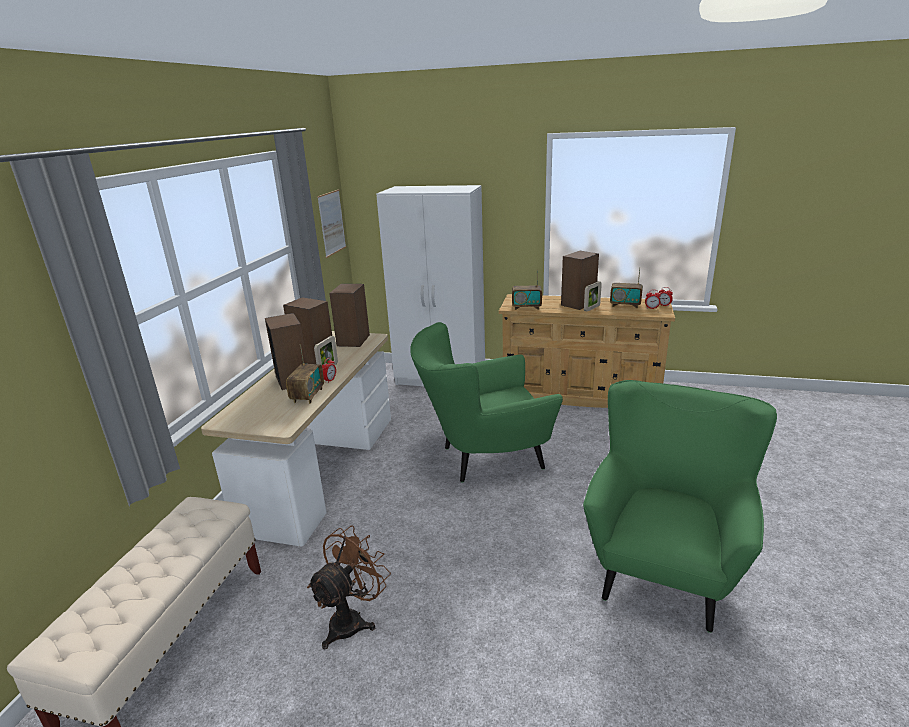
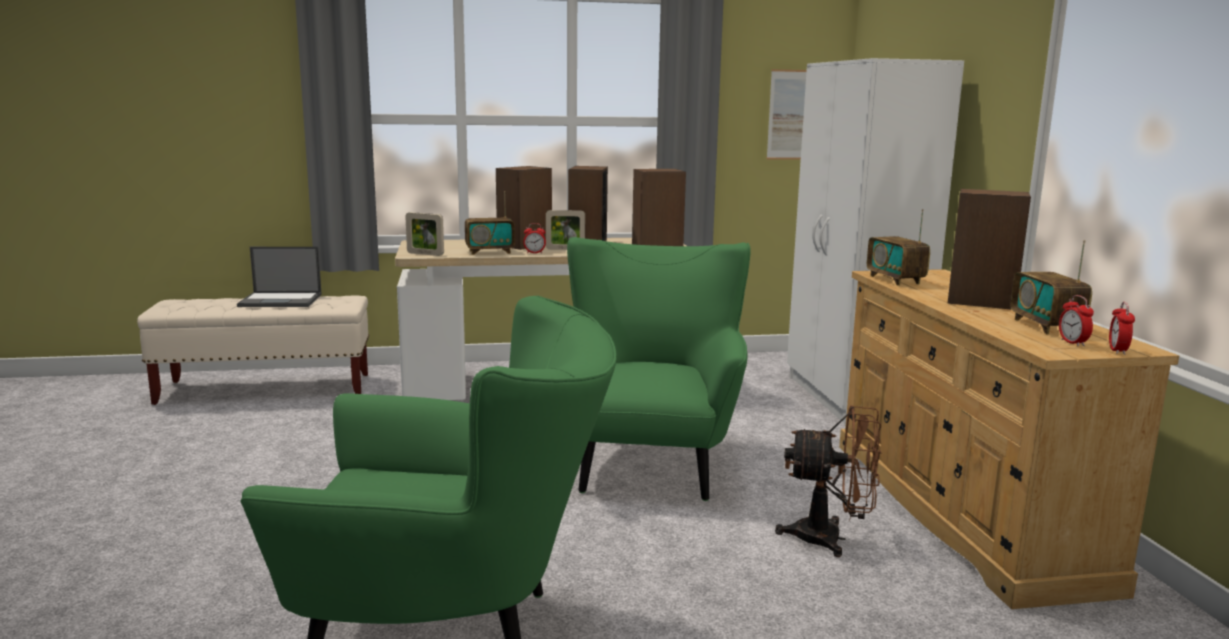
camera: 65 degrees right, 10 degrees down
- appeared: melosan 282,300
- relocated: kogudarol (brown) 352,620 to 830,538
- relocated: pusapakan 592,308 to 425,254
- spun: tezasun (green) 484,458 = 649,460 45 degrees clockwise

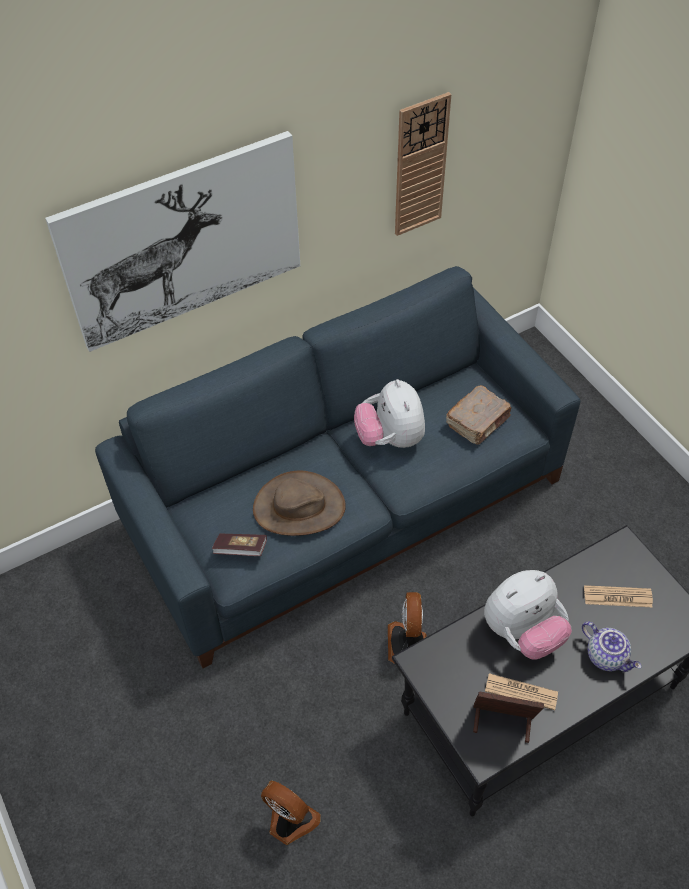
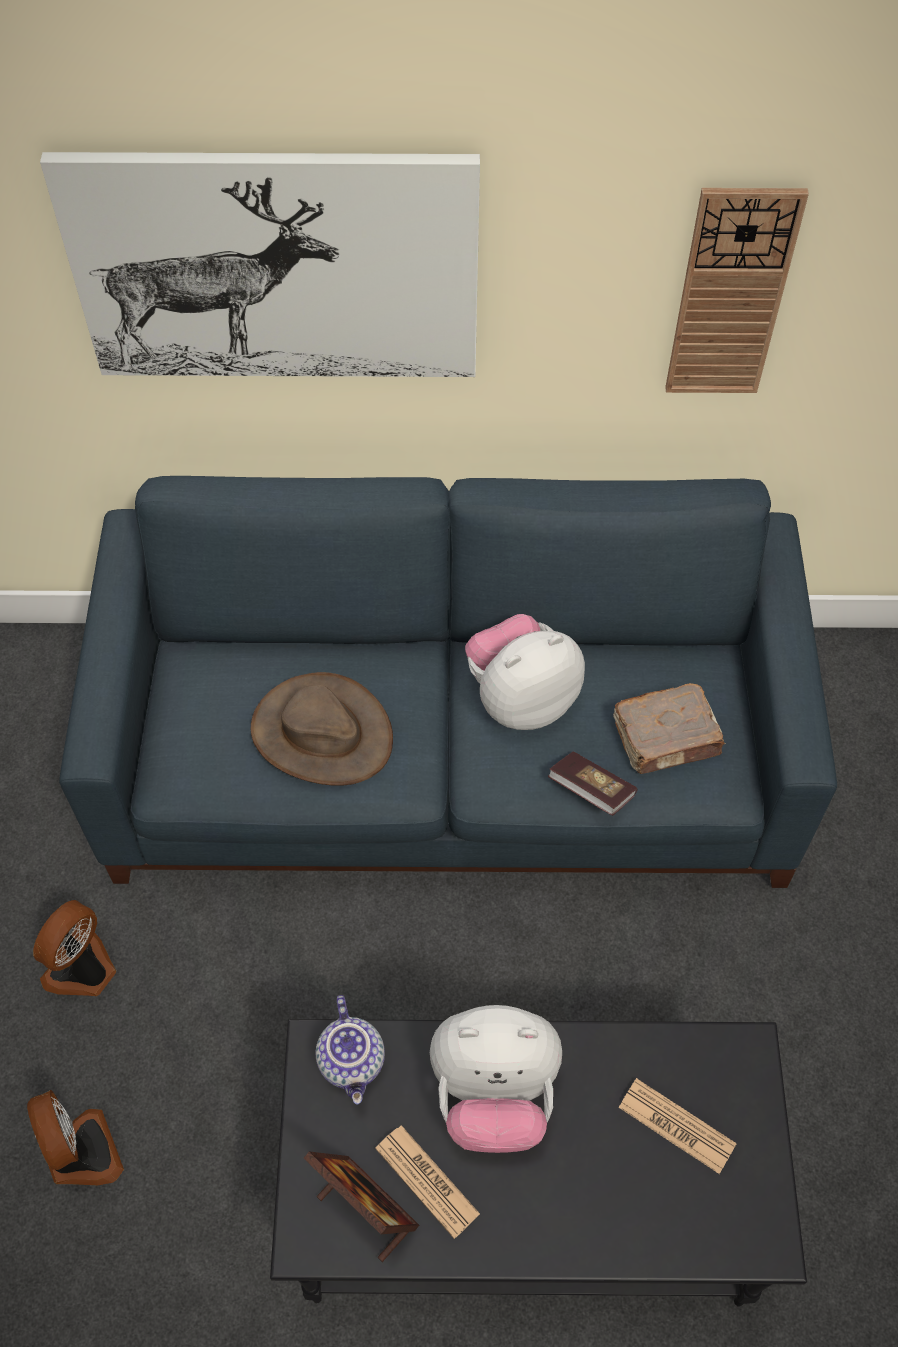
camera: 30 degrees right, 5 degrees up
- relocated: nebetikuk 241,550 to 591,790
- relocated: kogudarol 407,642 to 83,969
- relocated: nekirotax 607,656 to 353,1061
- spun: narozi 390,438 = 521,697 45 degrees clockwise

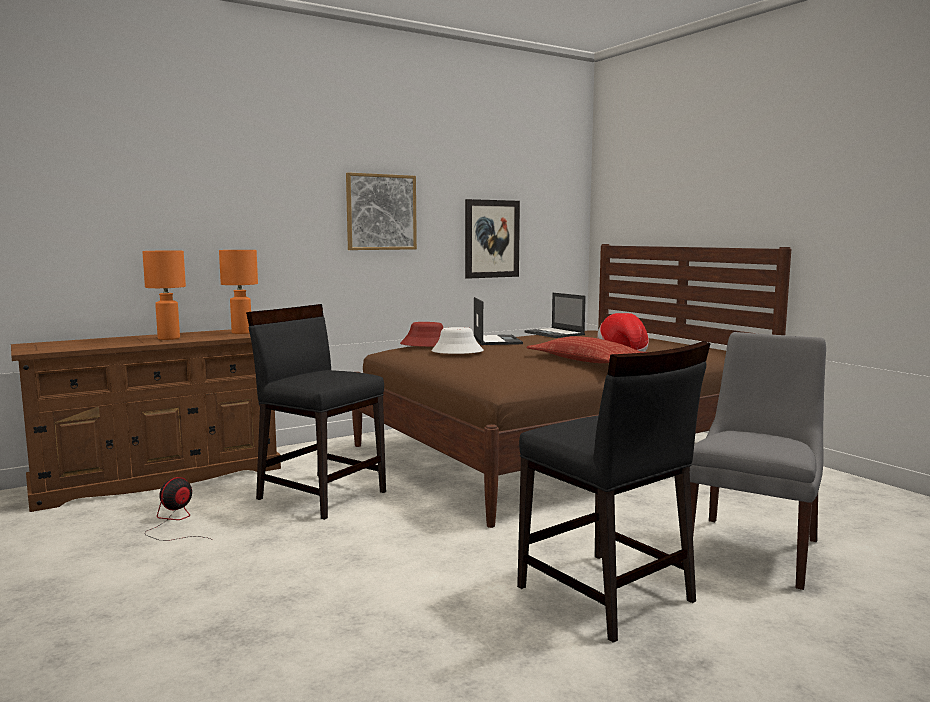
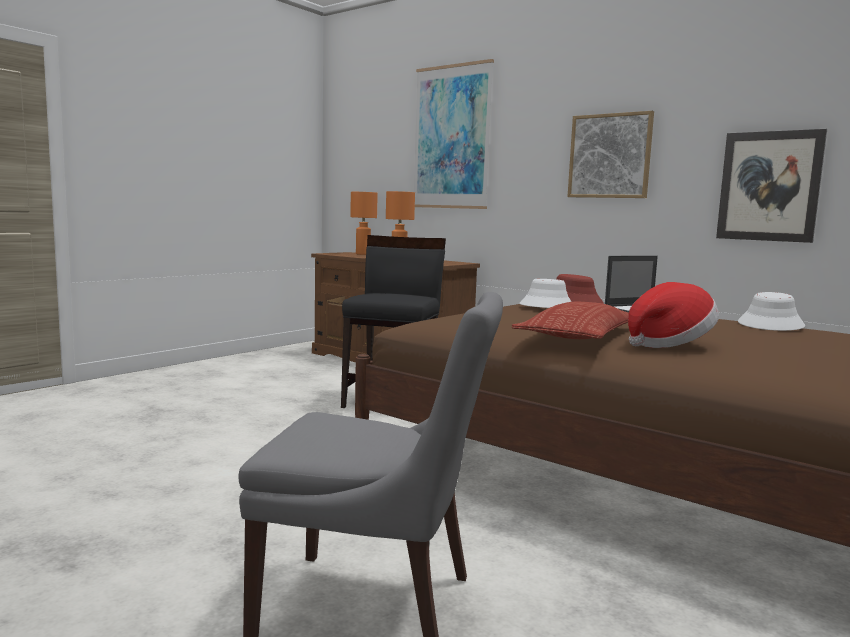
camera: 70 degrees right, 0 degrees up
- missing: kogudarol 175,522
- missing: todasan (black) 605,595
- appeared: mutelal 451,137
- relocated: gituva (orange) 242,333 to 363,254
- exchanged: melosan 555,333 to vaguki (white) 771,325

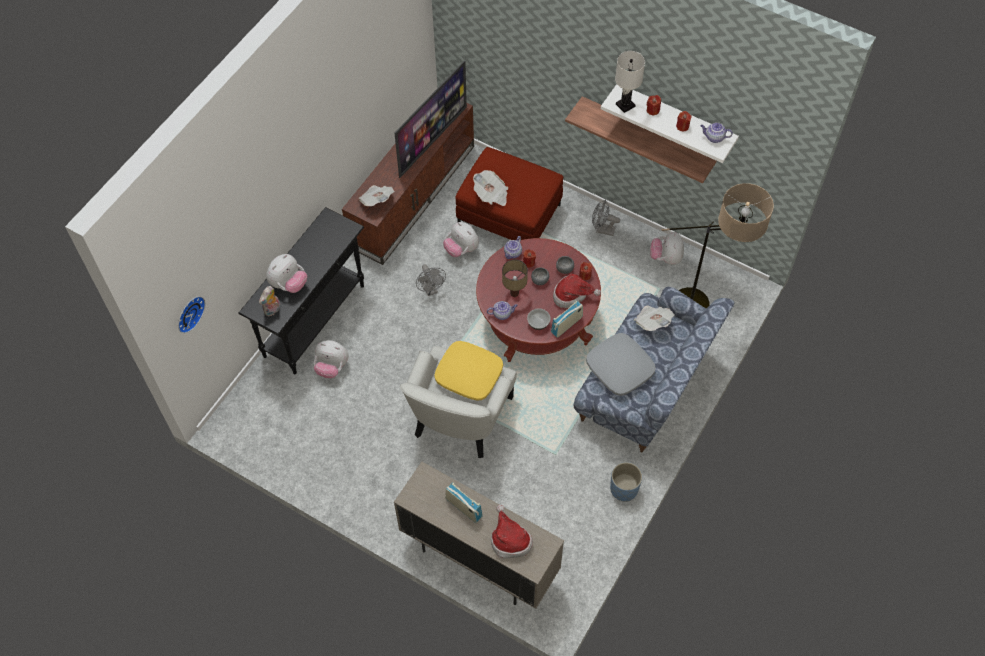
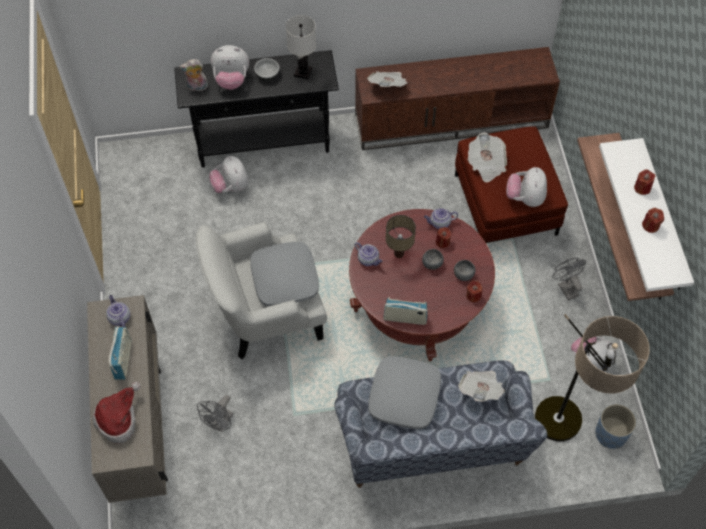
camera: 50 degrees right, 0 degrees up
- missing: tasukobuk 189,313
- missing: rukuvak 432,141
- missing: vaguki 572,295
- relocated: kogudarol (grey) 431,290 to 220,423
- relocated: narozi 461,249 to 525,198
- relocated: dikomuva 538,323 to 267,74
- relocated: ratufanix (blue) 624,489 to 610,434
- relocated: gituva (white) 625,105 to 303,72
- relocated: nekirotax 714,137 to 119,317
- colour: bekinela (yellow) 468,375 to bekinela (grey) 284,278

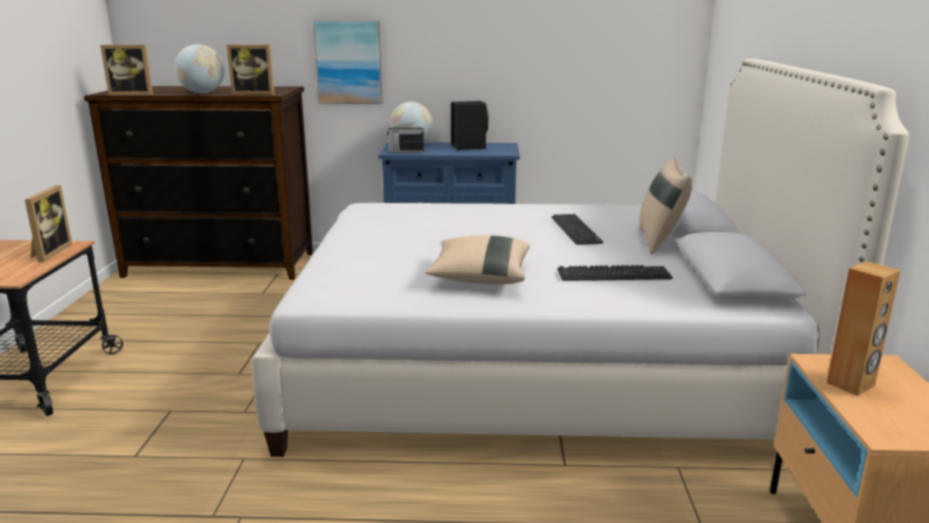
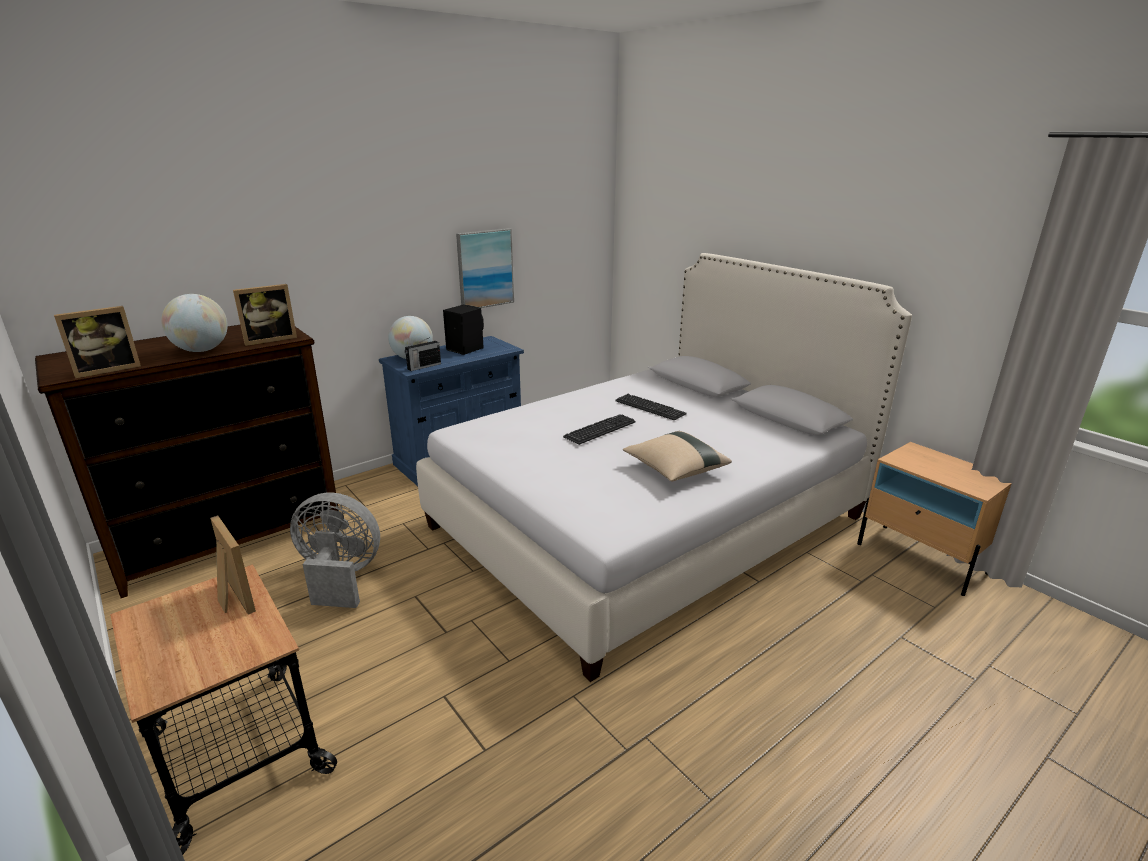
camera: 40 degrees left, 5 degrees up
- missing: bekinela (beige) 660,241
- missing: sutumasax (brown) 851,384
- appeared: kogudarol (grey) 340,577
- relocated: mutelal 348,62 to 485,269
- relocated: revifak 613,275 to 600,430

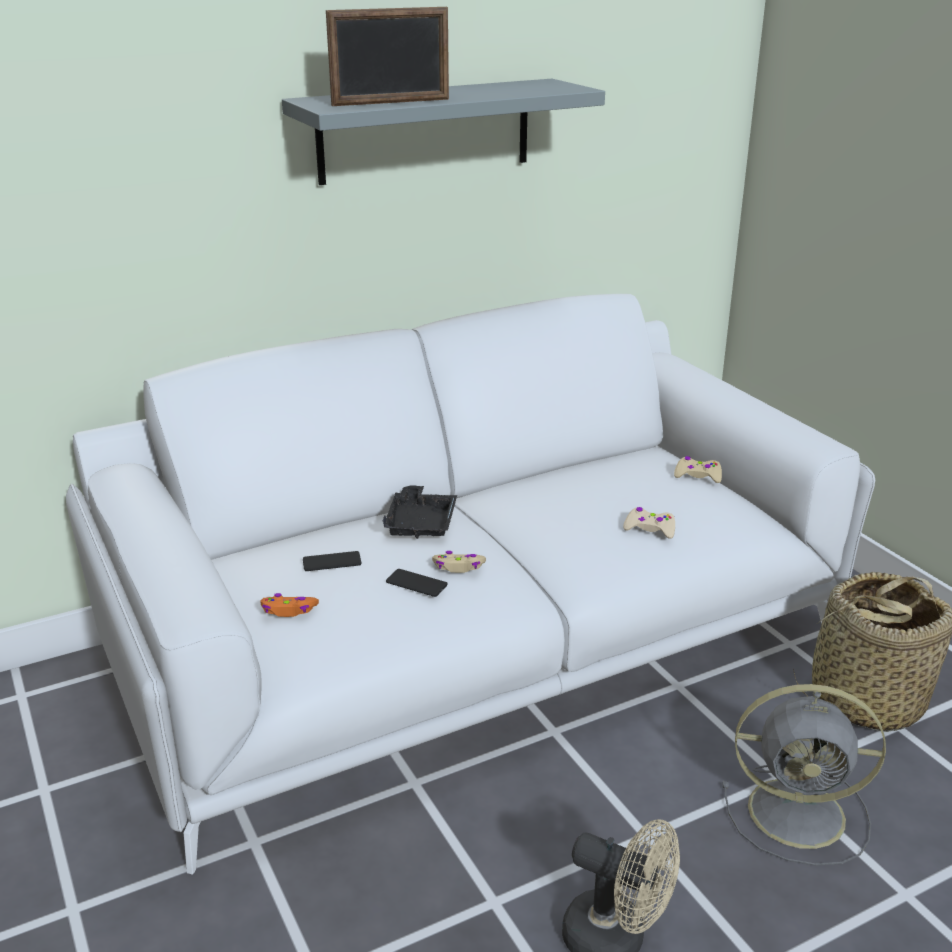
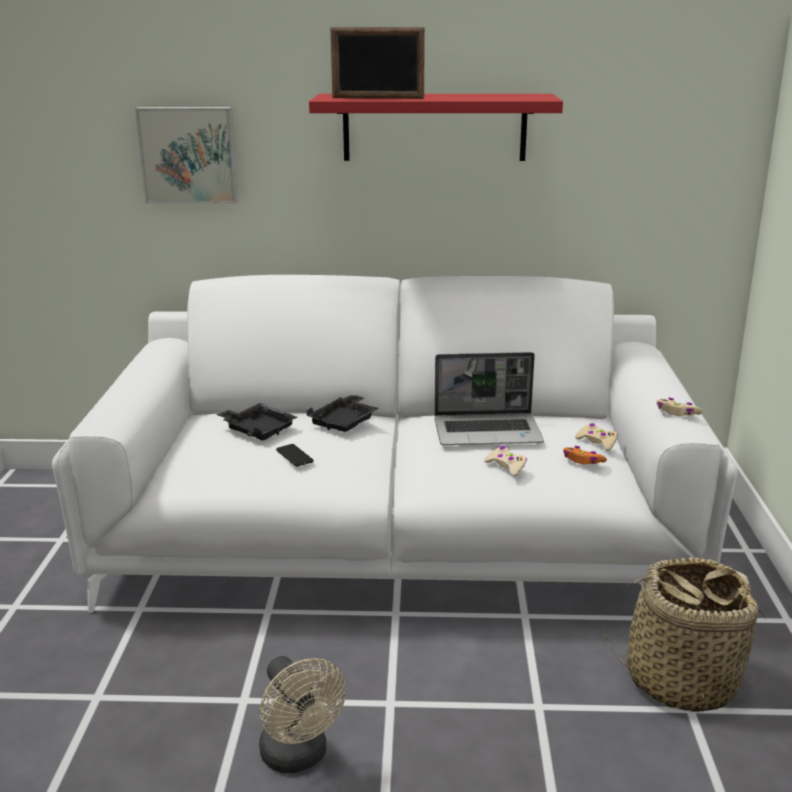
camera: 30 degrees right, 5 degrees down
- missing: kogudarol (grey) 801,813
- appeared: mutelal 189,154
- appeared: melosan 488,431
- relocated: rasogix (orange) 289,610 to 583,461
- relocated: rasogix (beige) 459,567 to 677,413
- exchanged: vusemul 332,562 to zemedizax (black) 258,430
- colour: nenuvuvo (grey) 425,131 to nenuvuvo (red) 434,127

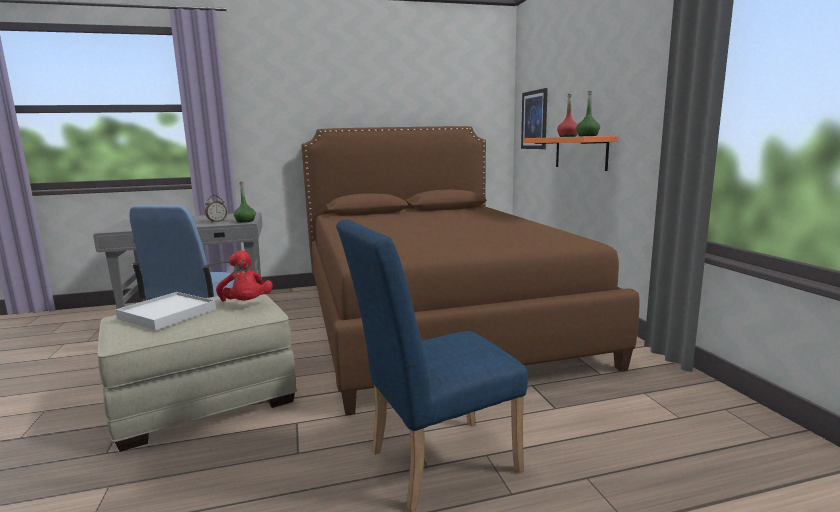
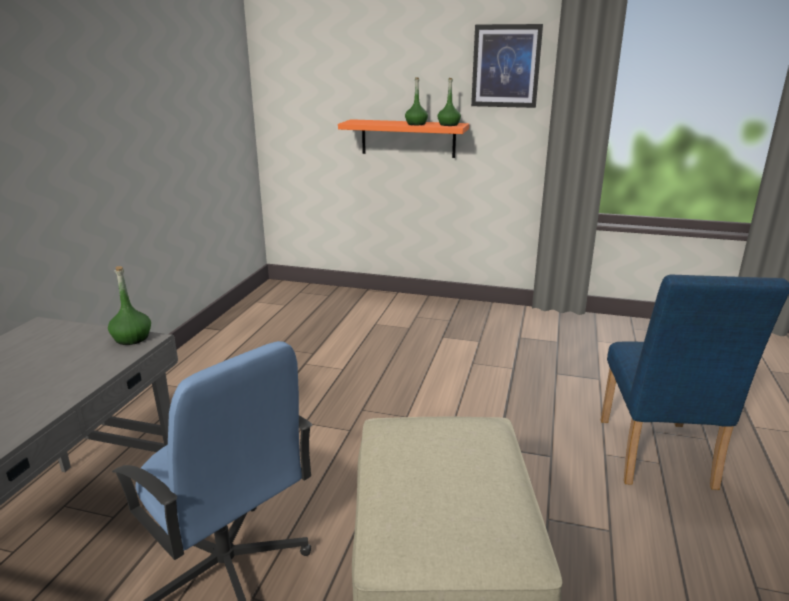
camera: 60 degrees left, 10 degrees up
- missing: zemedizax (white) 167,314
- missing: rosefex 217,221
- missing: narozi (red) 246,304
- missing: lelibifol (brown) 435,319
- relocated: mutelal 534,120 to 506,66
- colour: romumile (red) 568,136 to romumile (green) 416,124

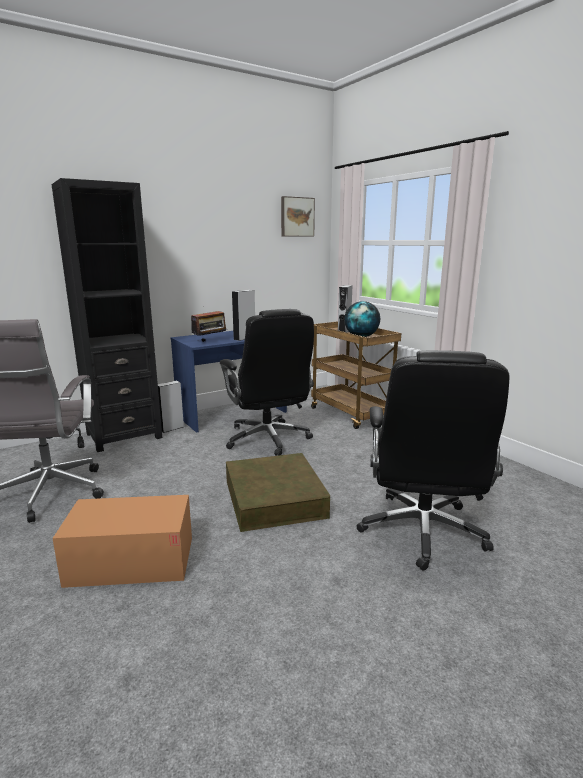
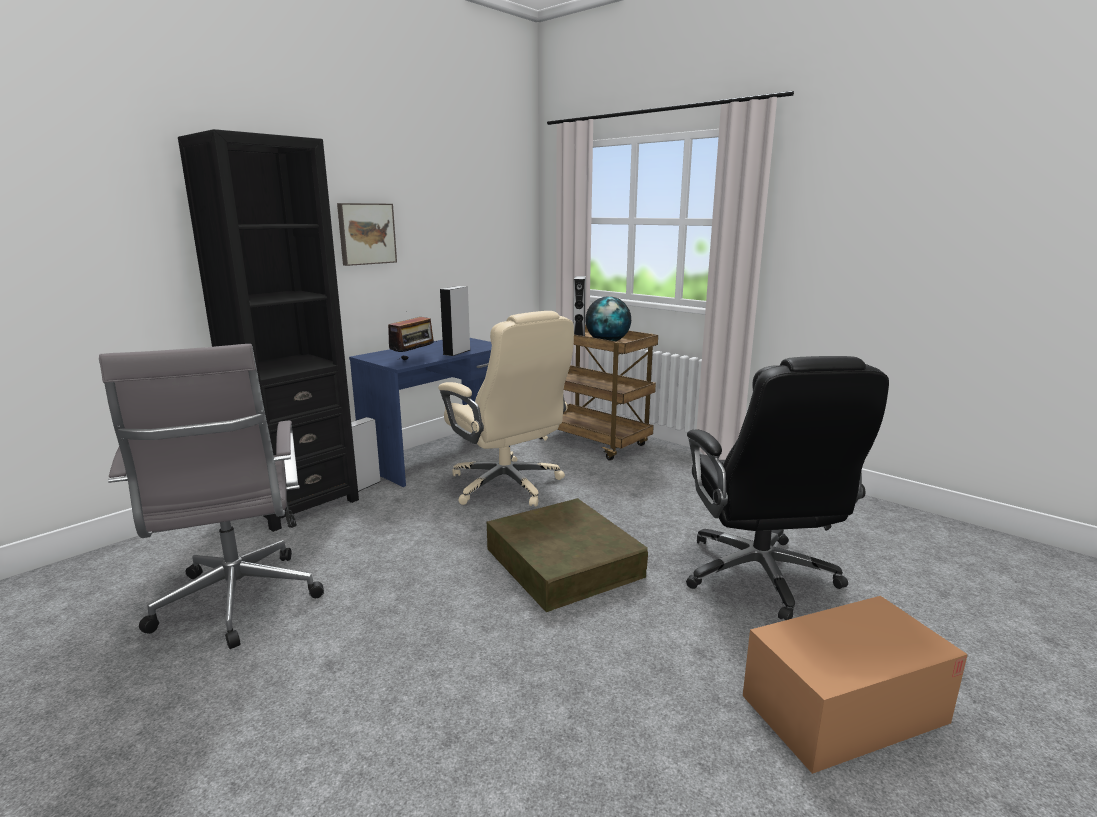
camera: 15 degrees left, 0 degrees up
- relocated: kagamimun 131,561 to 844,709
- relocated: mutelal 296,217 to 366,234
- colour: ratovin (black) 268,439 to ratovin (beige) 507,485

